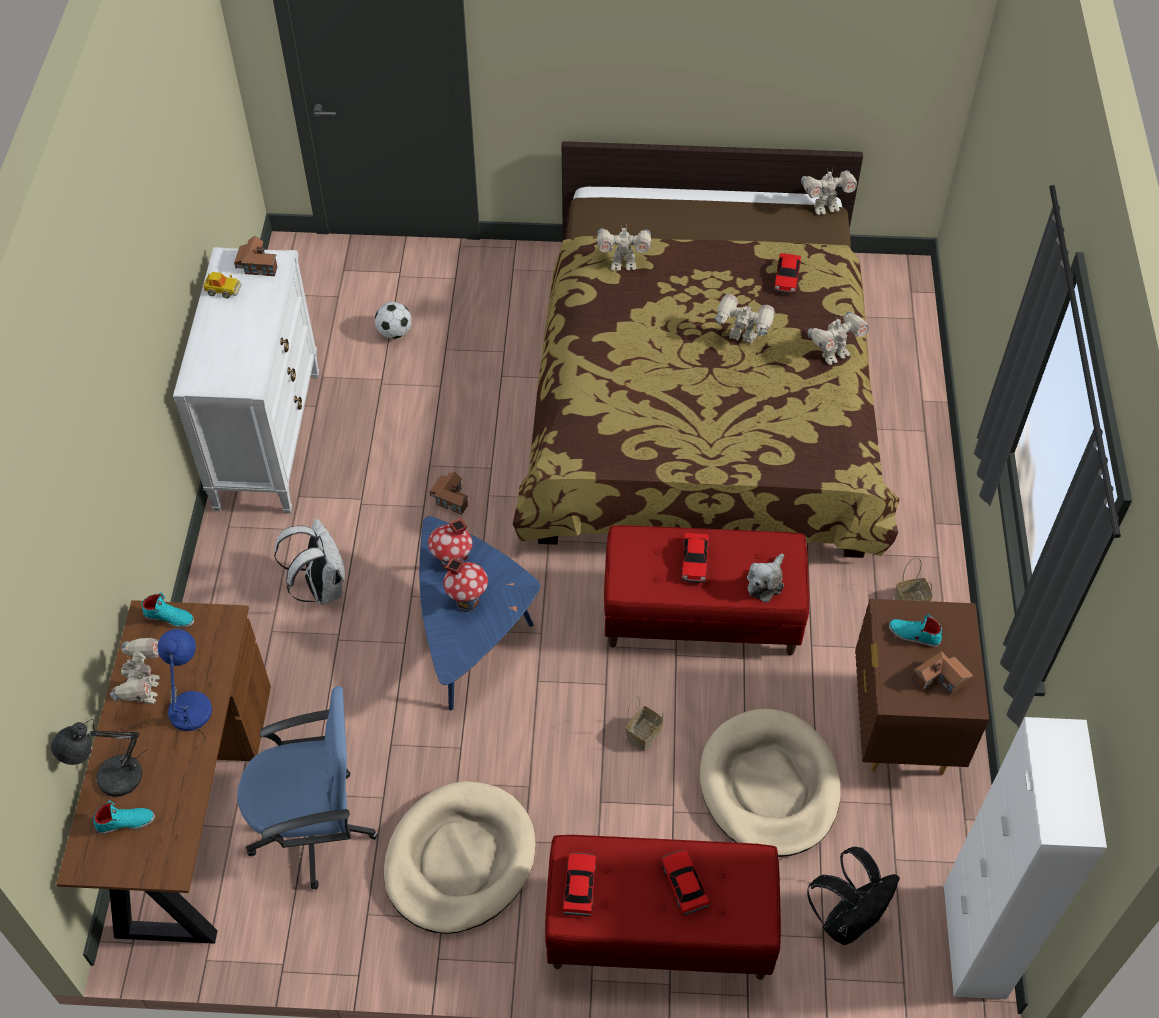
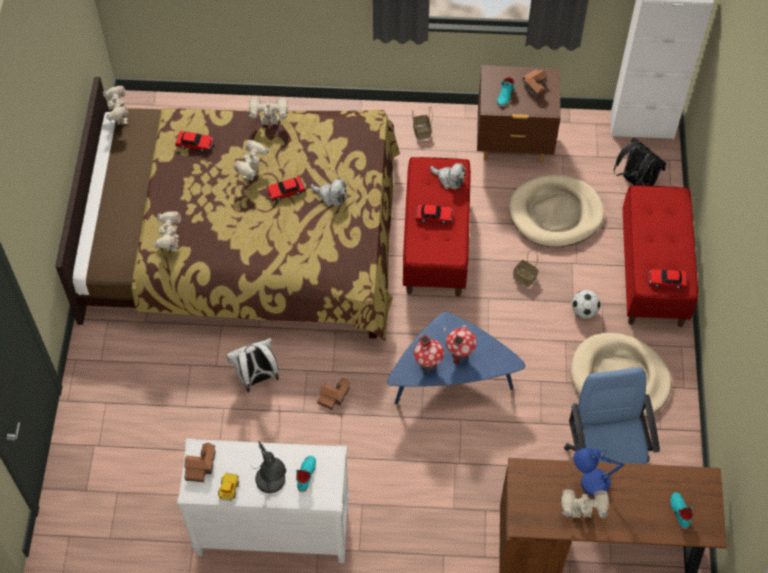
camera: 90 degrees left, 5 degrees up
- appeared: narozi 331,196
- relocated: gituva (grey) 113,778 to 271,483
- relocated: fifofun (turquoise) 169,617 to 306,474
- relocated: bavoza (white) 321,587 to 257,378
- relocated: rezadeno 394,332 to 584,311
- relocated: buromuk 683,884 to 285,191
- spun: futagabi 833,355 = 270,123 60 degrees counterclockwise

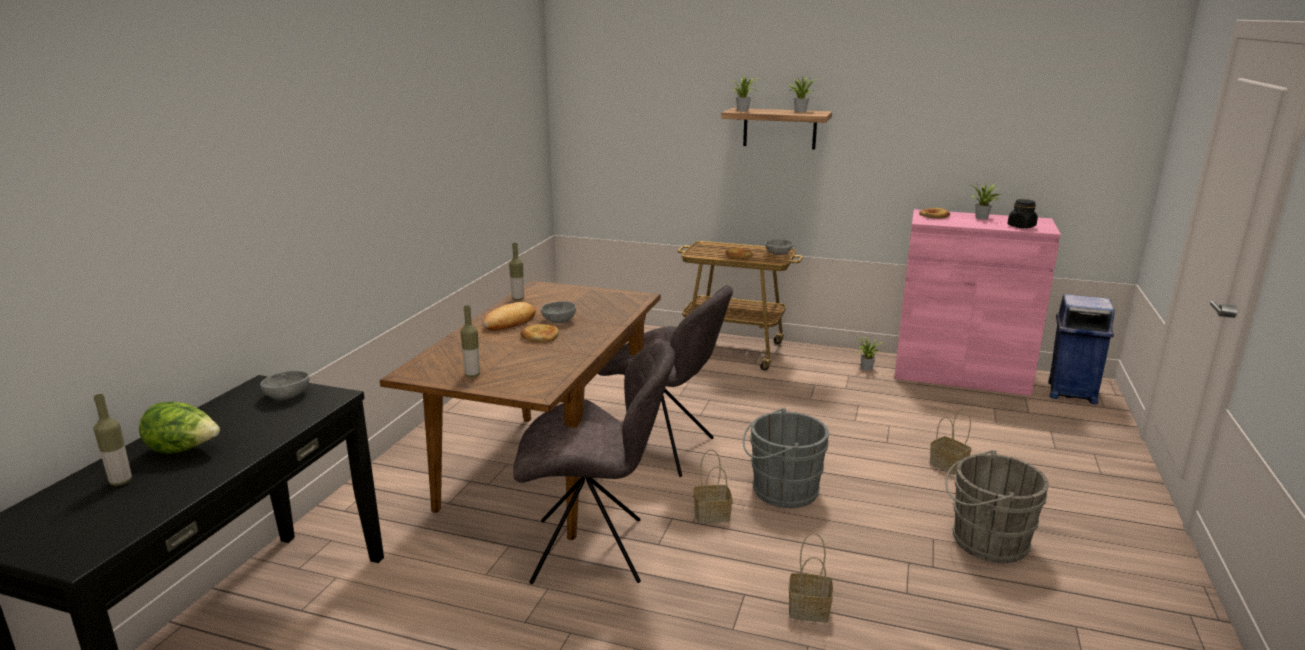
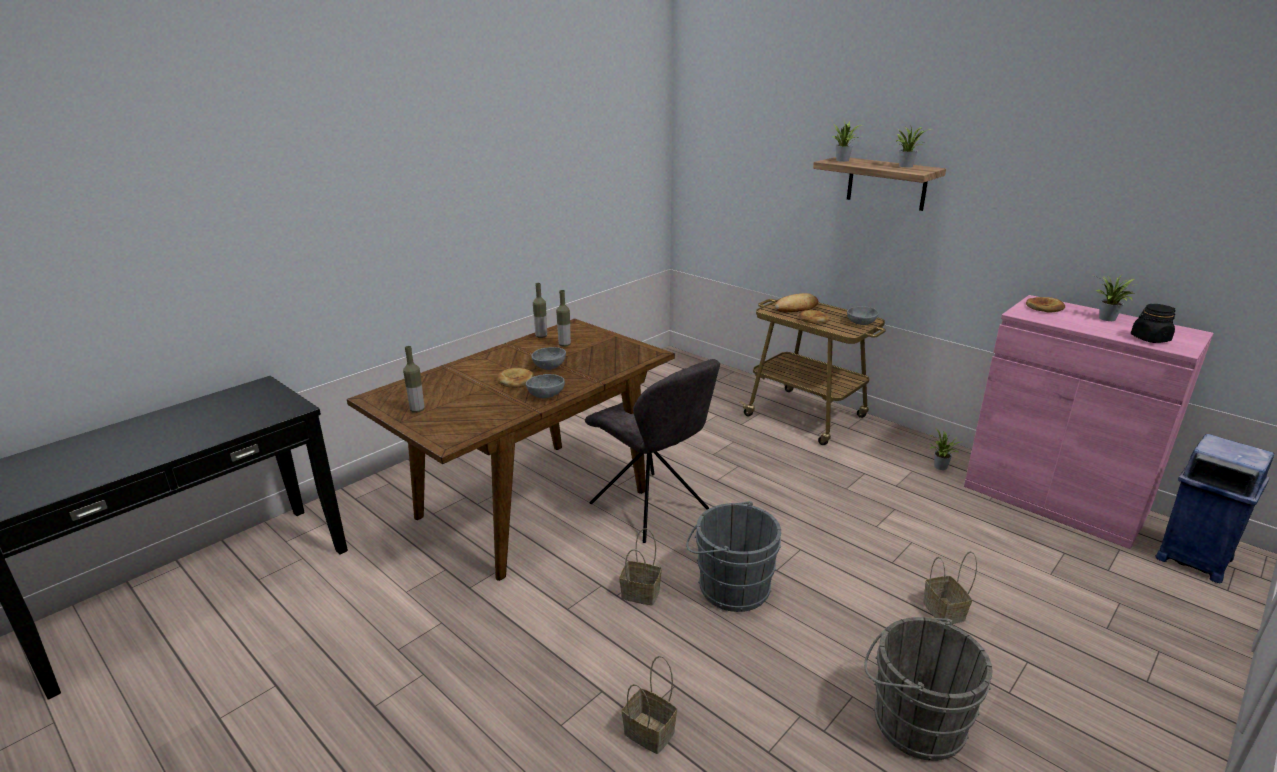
camera: 25 degrees right, 5 degrees up
- missing: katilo 184,450
- missing: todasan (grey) 594,550
- relocated: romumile 121,481 to 564,345
- relocated: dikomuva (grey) 286,395 to 545,395
- relocated: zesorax 510,322 to 796,307

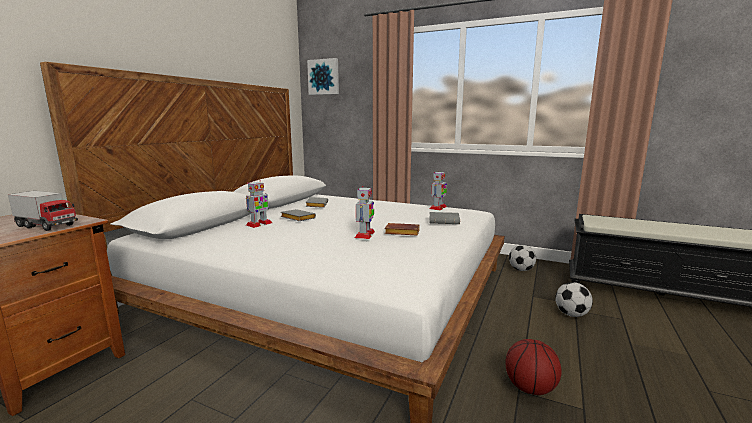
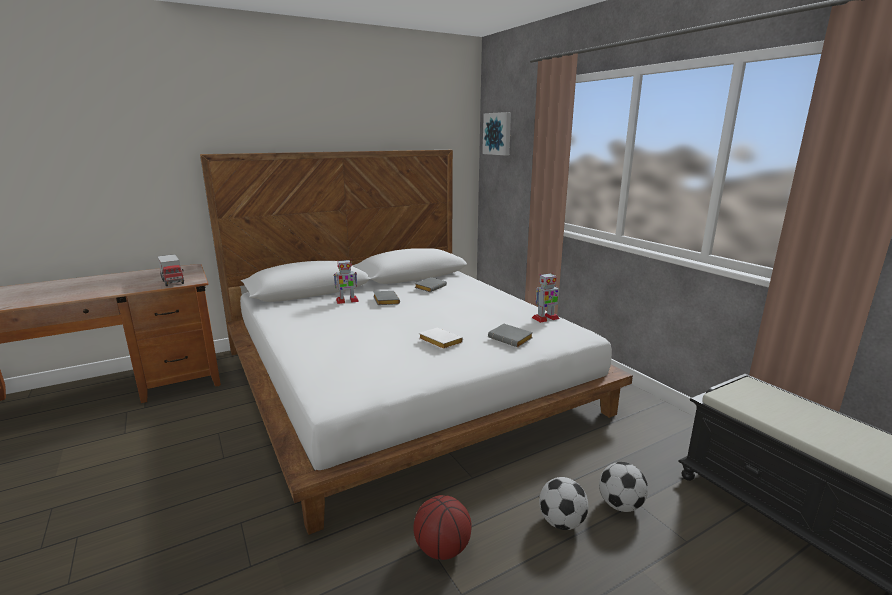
camera: 35 degrees right, 5 degrees up
- missing: futagabi 365,235
- relocated: rezadeno 521,270 to 562,522
- colour: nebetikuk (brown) 401,233 to nebetikuk (white) 438,342

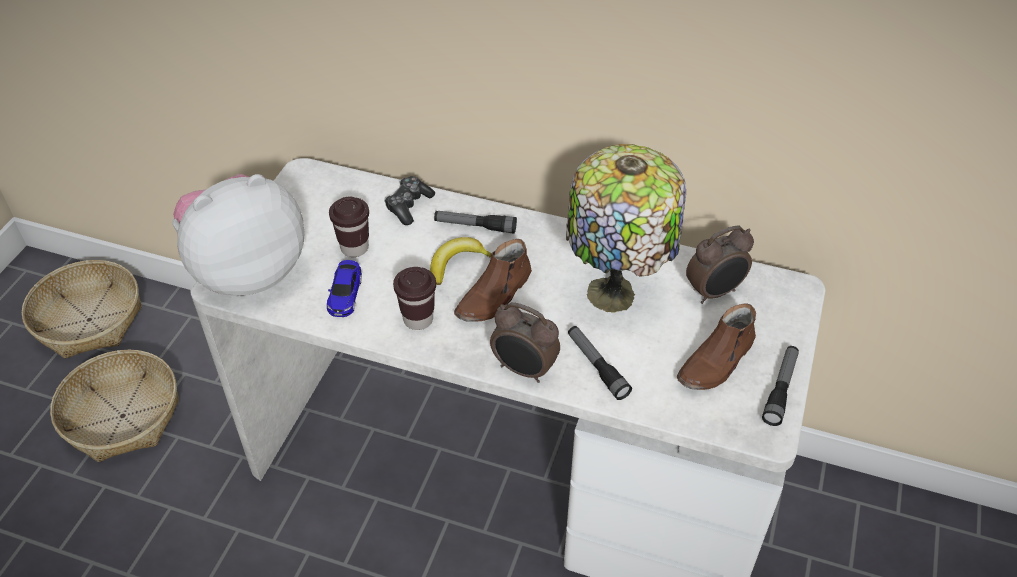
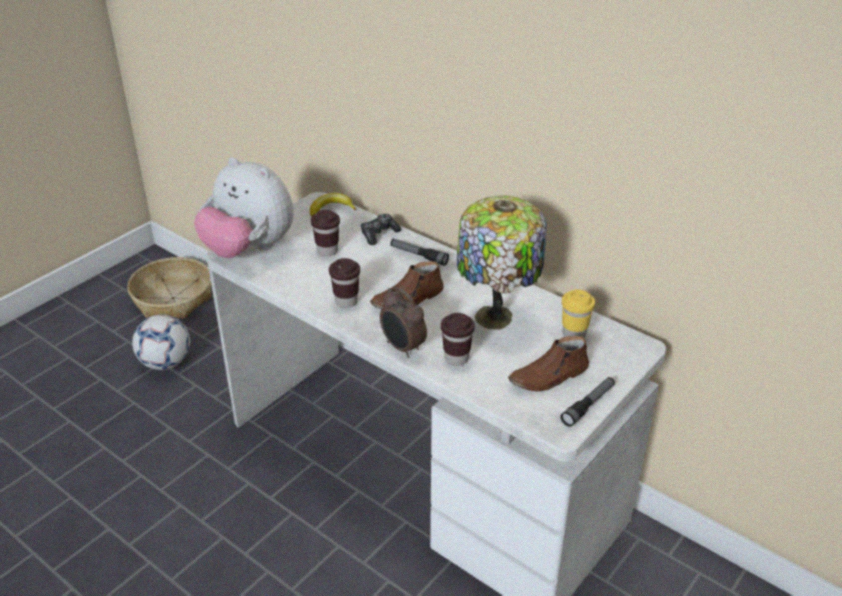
camera: 20 degrees right, 10 degrees down
- missing: buromuk 345,294
- relocated: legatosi 457,263 to 331,209
- exchanged: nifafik 122,416 to rezadeno 166,363
- exchanged: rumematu 597,366 to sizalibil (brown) 456,358
- exchanged: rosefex 715,292 to sizalibil (yellow) 574,334
- spun: narozi 247,271 = 249,249 135 degrees counterclockwise

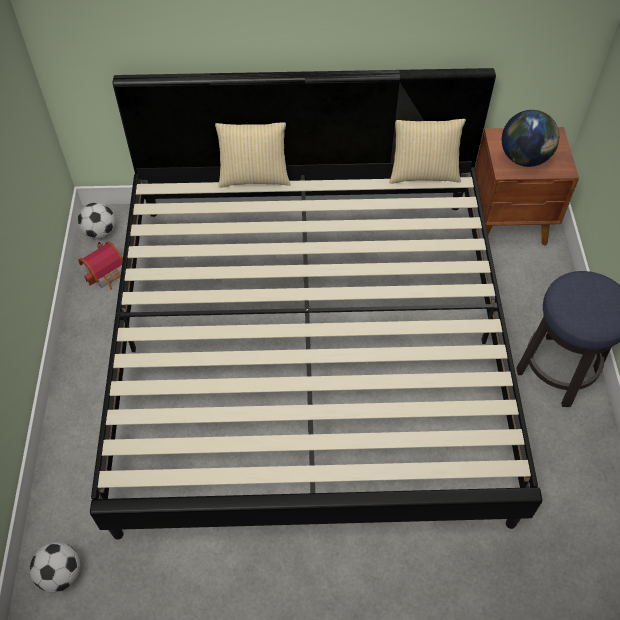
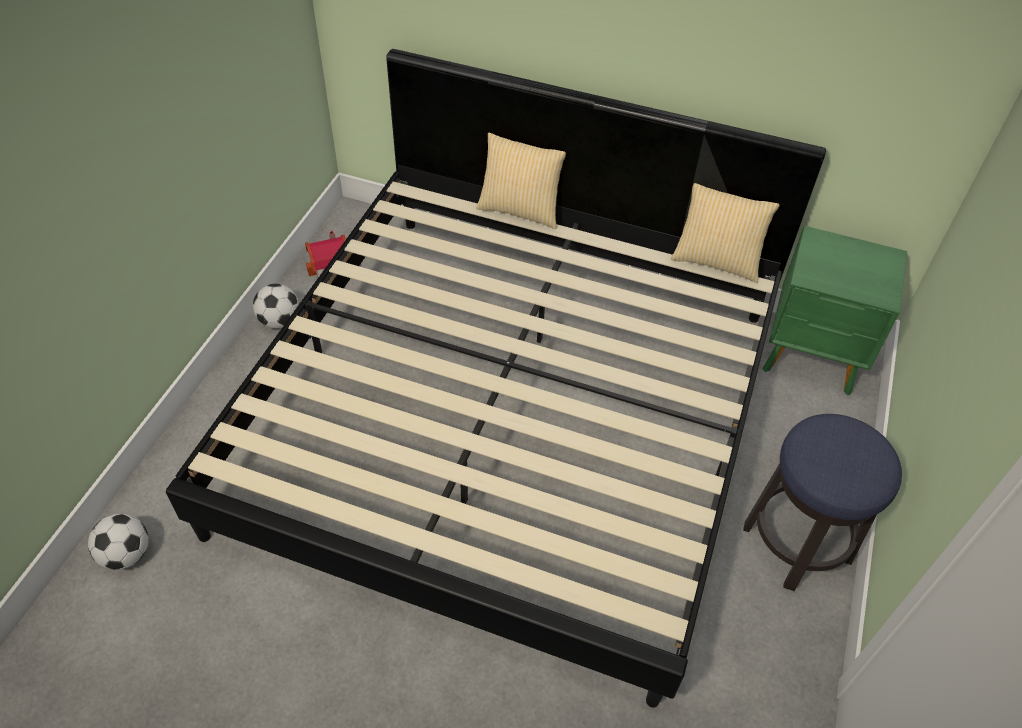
camera: 20 degrees right, 5 degrees down
- missing: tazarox 524,158
- relocated: rezadeno 100,232 to 280,321
- colour: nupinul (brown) 509,224 to nupinul (green) 812,357

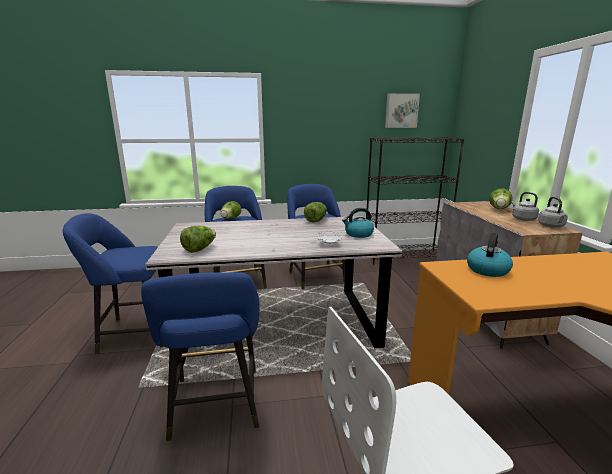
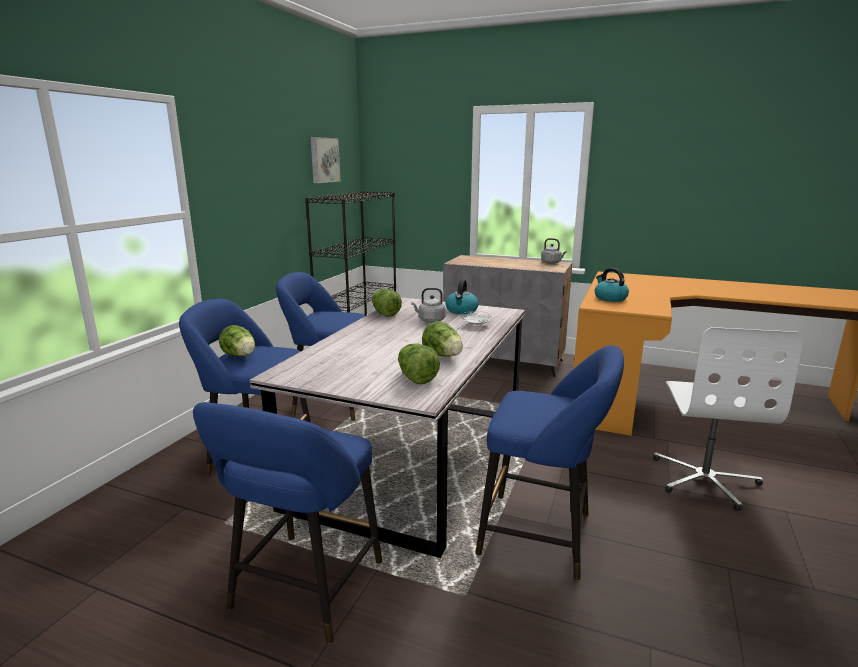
camera: 60 degrees left, 0 degrees up
- relocated: katilo 499,209 to 443,356
- relocated: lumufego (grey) 522,219 to 430,320

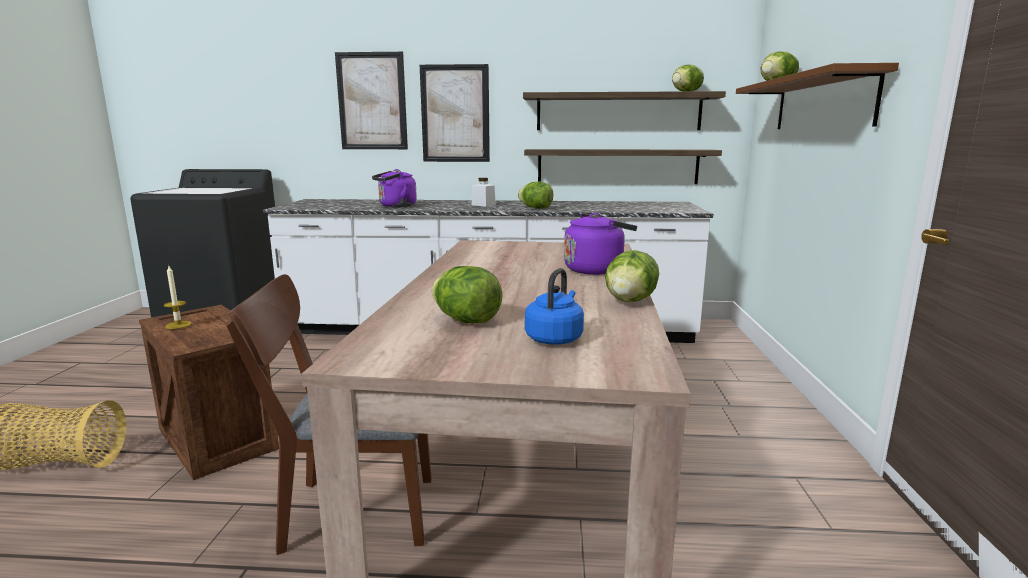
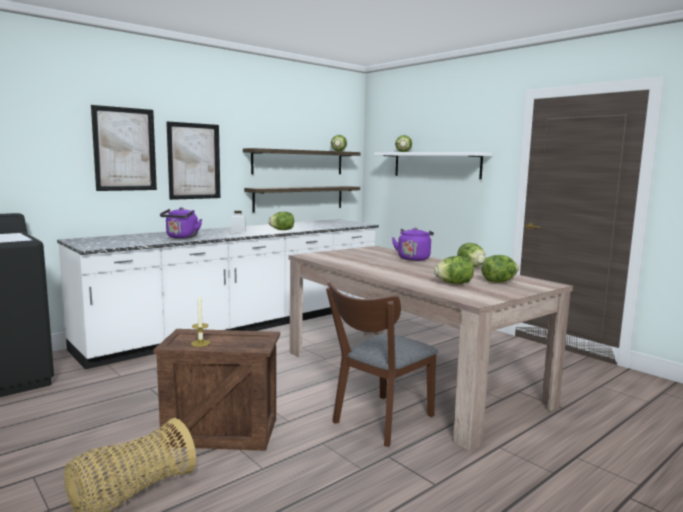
camera: 45 degrees left, 5 degrees down
- exchanged: lumufego (blue) 555,338 to katilo 498,282
- colour: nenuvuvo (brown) 822,103 to nenuvuvo (white) 436,165

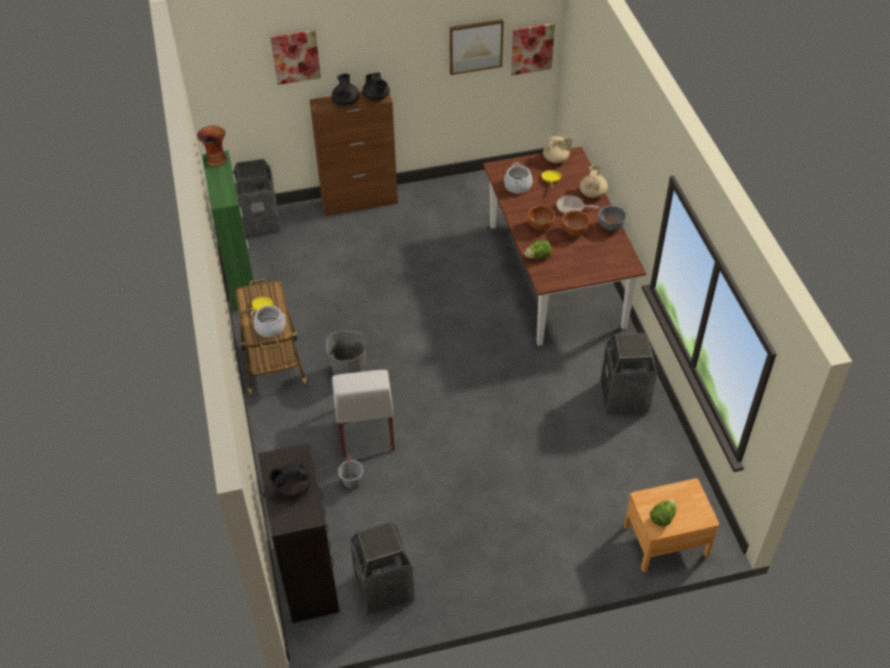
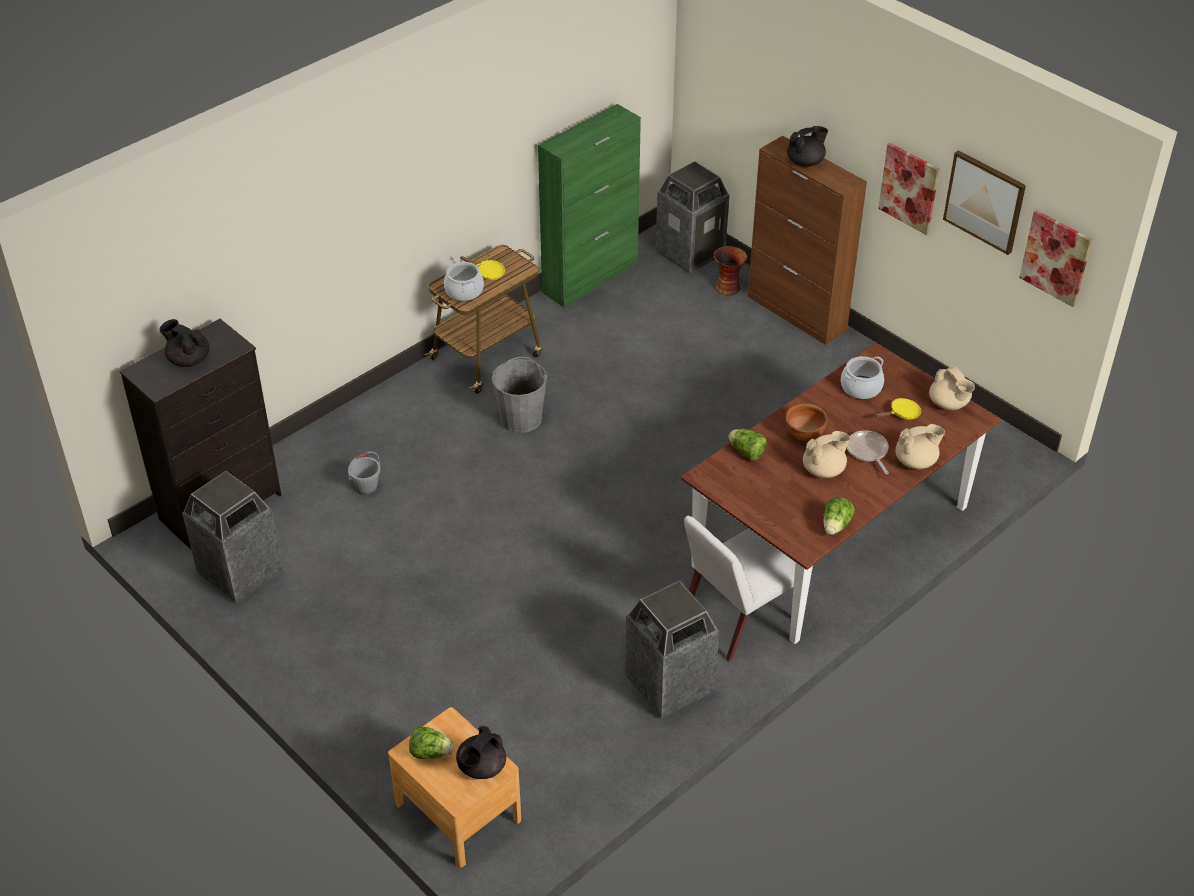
camera: 60 degrees right, 5 degrees down
- missing: dikomuva (grey) 611,226
- appeared: katilo 835,526
- relocated: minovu 216,159 to 728,287
- relocated: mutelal 295,56 to 909,188
- relocated: todasan (white) 366,430 to 737,618
- relocated: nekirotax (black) 376,97 to 481,767
- exchanged: dikomuva (brown) 574,231 to nekirotax (beige) 824,470

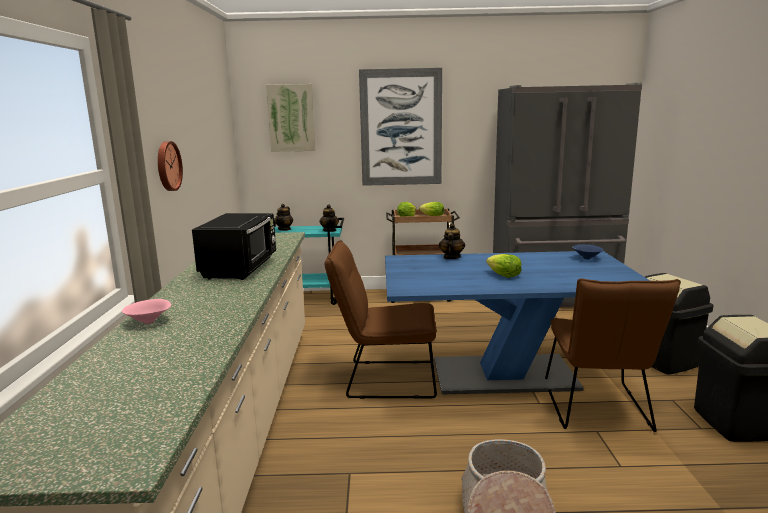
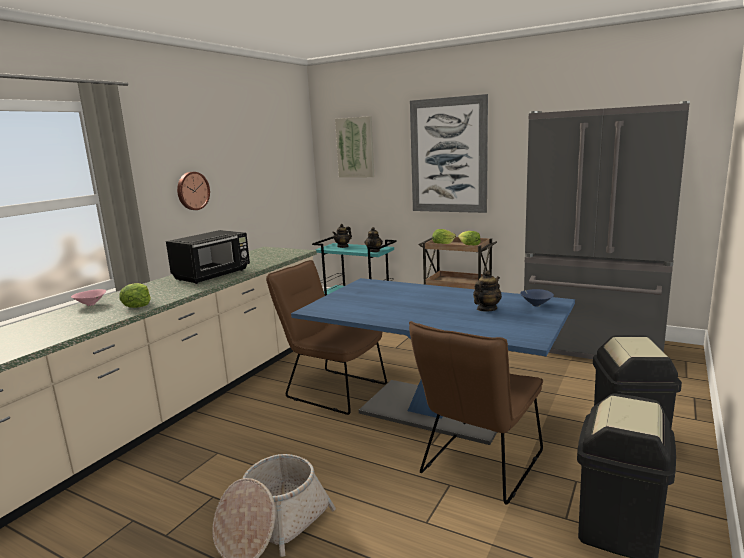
camera: 30 degrees right, 0 degrees up
- relocated: nekirotax 451,257 to 486,309
- relocated: katilo 503,275 to 137,305

